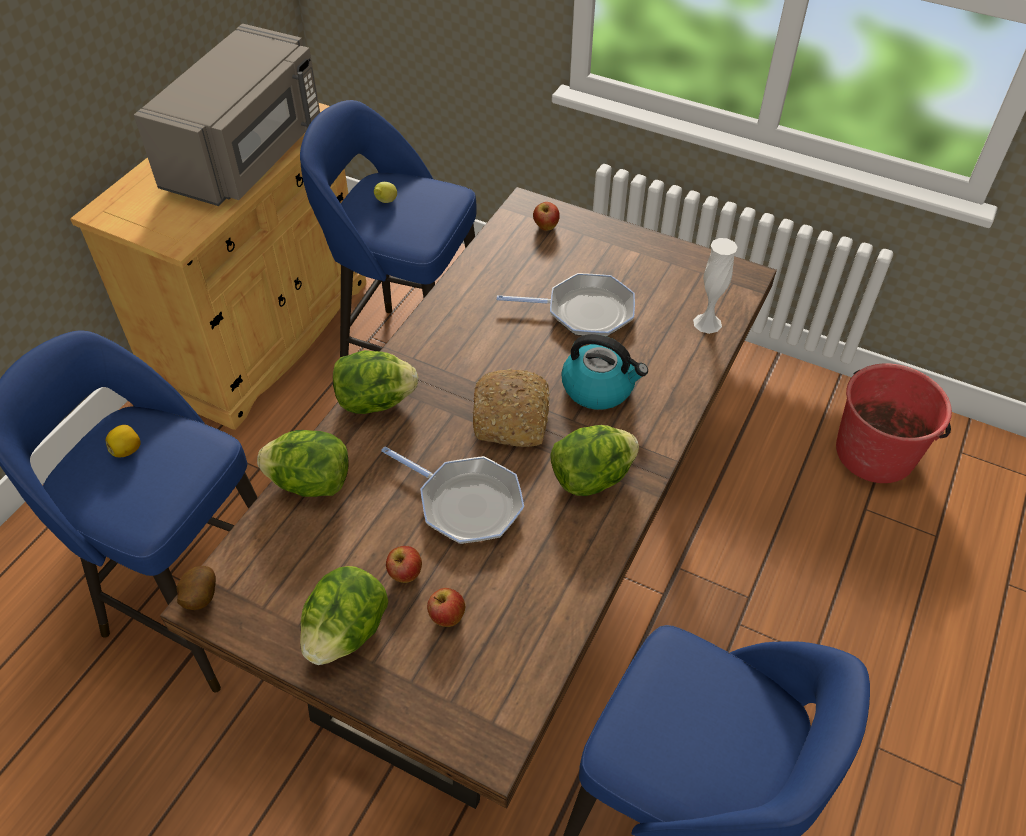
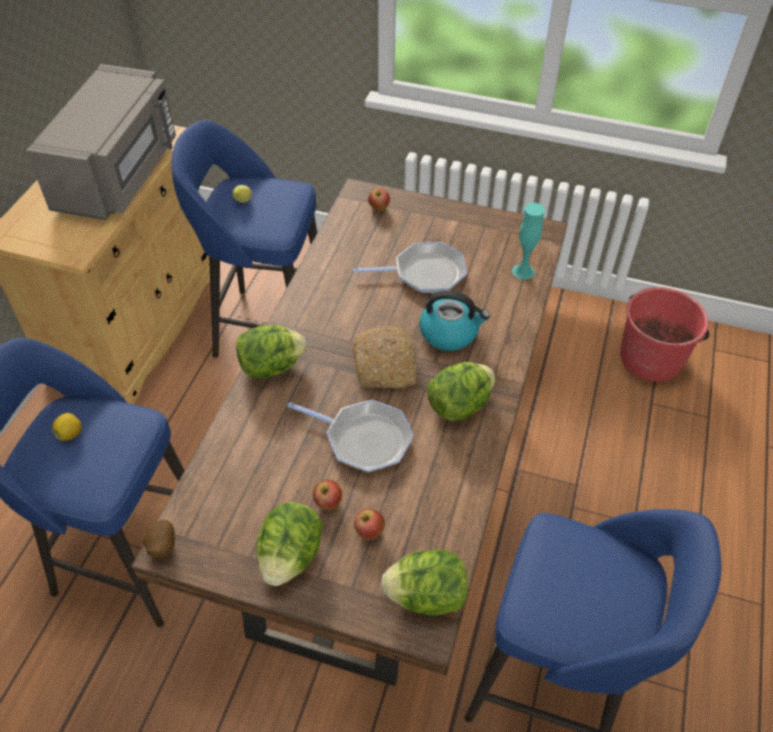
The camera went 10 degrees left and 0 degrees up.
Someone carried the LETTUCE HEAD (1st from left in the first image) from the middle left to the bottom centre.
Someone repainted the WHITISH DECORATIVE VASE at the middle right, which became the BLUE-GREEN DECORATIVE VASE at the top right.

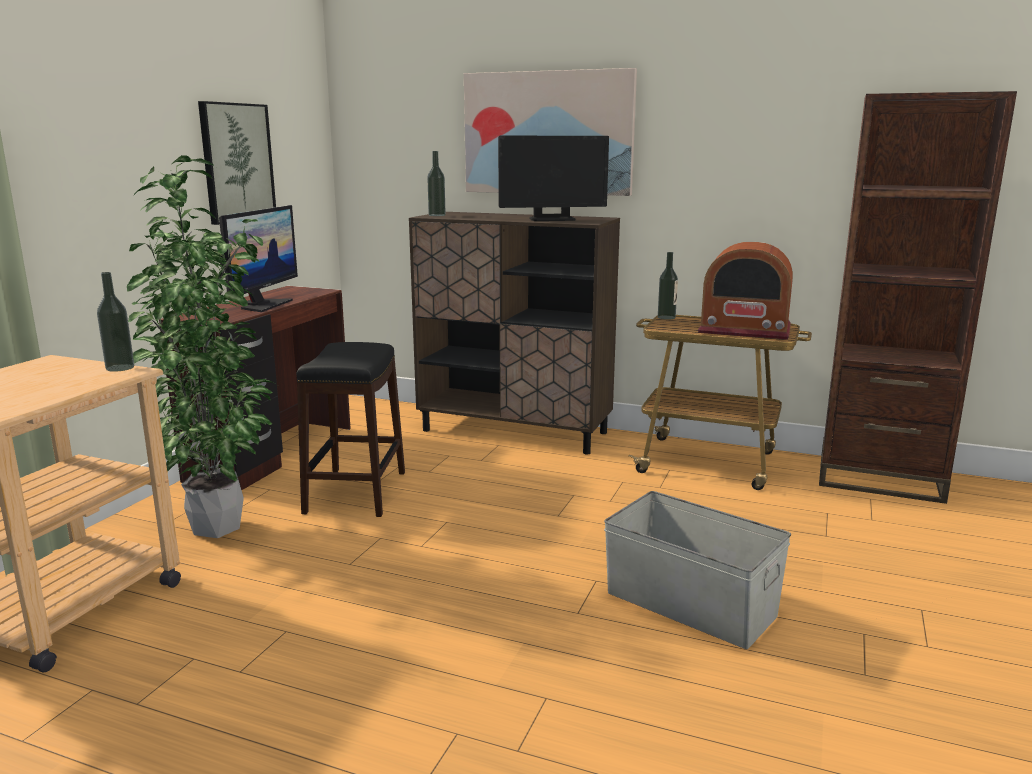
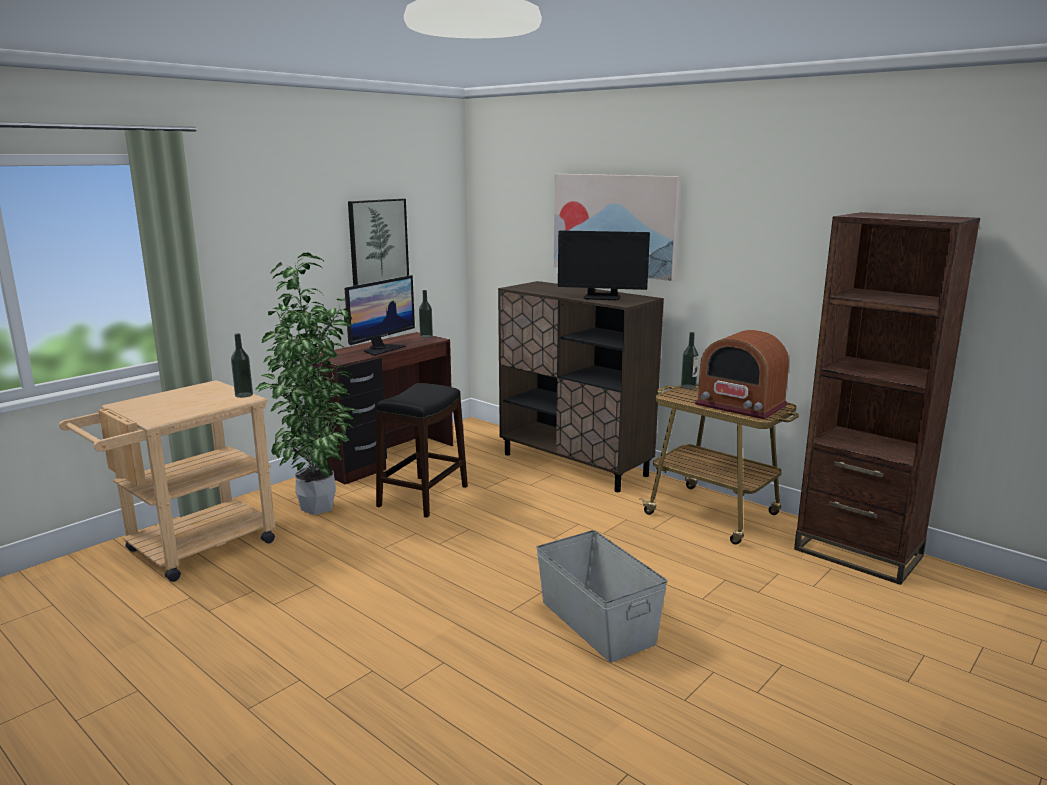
The camera went 20 degrees right and 0 degrees up.
Someone carried the DRINK BOTTLE (2nd from left) from the top centre to the centre.

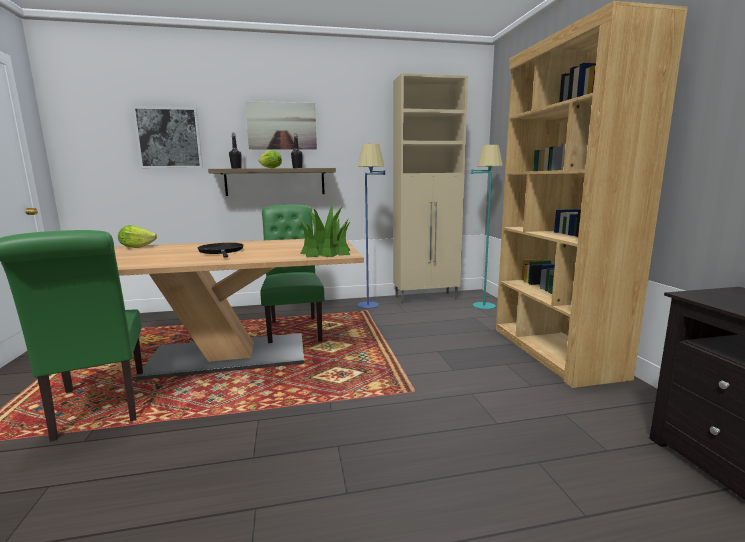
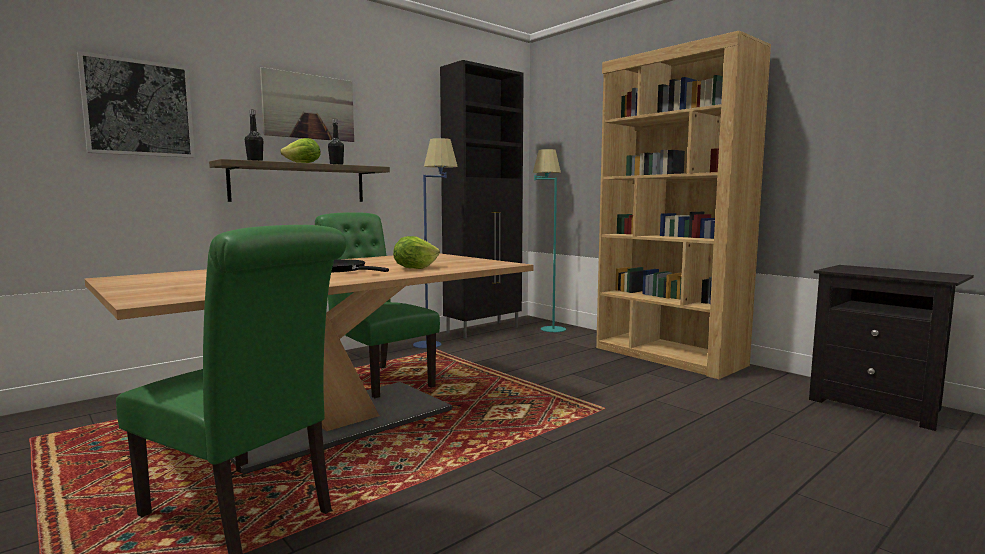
The camera went 30 degrees left and 5 degrees down.
Someone carried the LETTUCE HEAD (1st from left in the first image) from the middle left to the centre.
Someone repainted the BEIGE-COLOURED CUPBOARD at the centre, which became the BLACK-COLOURED CUPBOARD at the centre.
Someone took away the HOUSEPLANT at the centre.

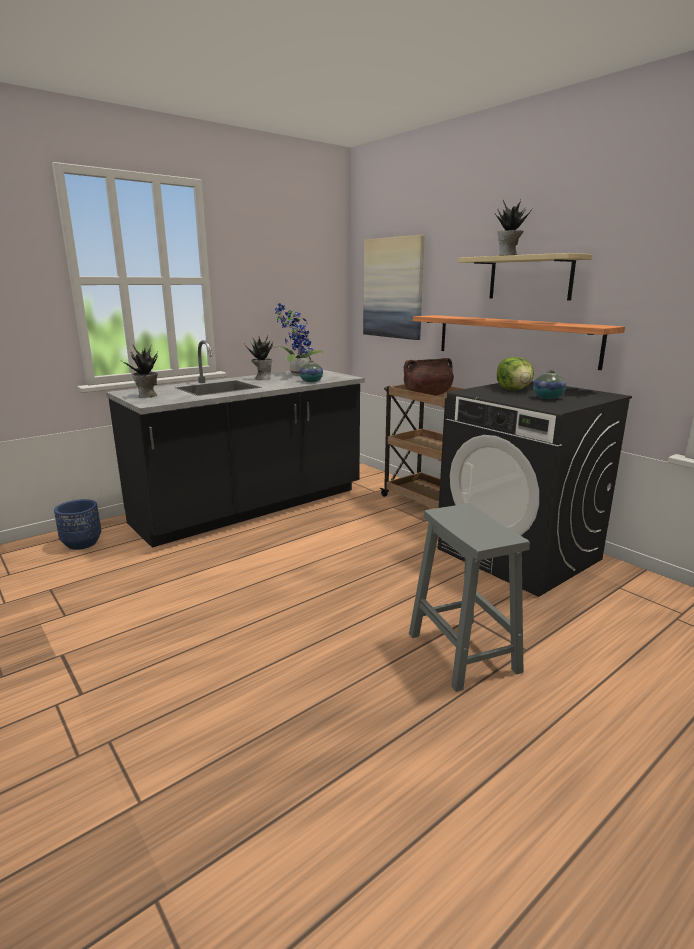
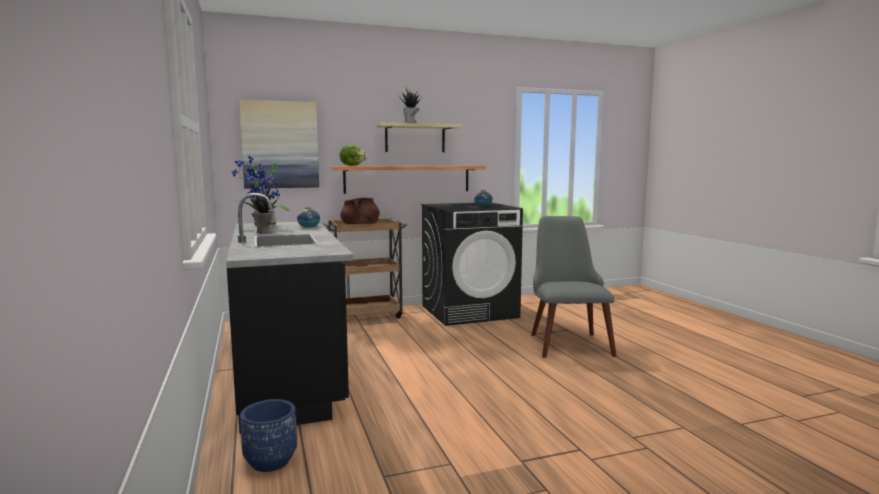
The camera went 70 degrees left and 10 degrees down.
Someone carried the LETTUCE HEAD from the middle right to the top centre.
Someone swapped the GREY STOOL at the middle right for the GREY CHAIR at the centre.
Someone took away the HOUSEPLANT (1st from left) at the middle left.

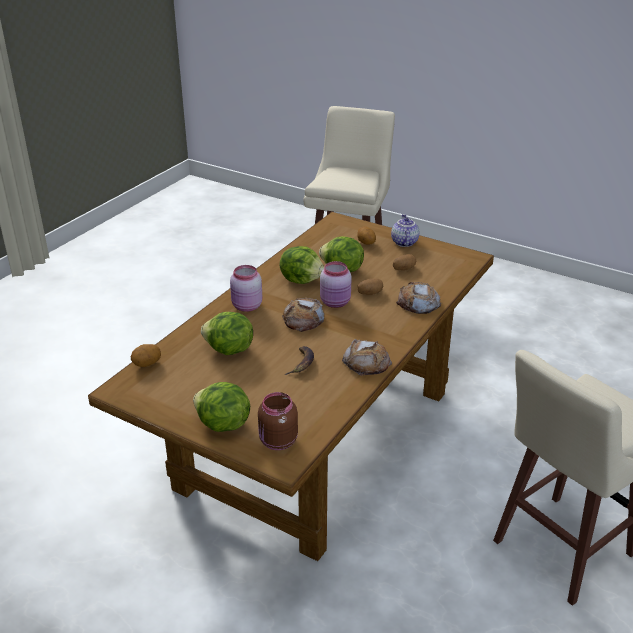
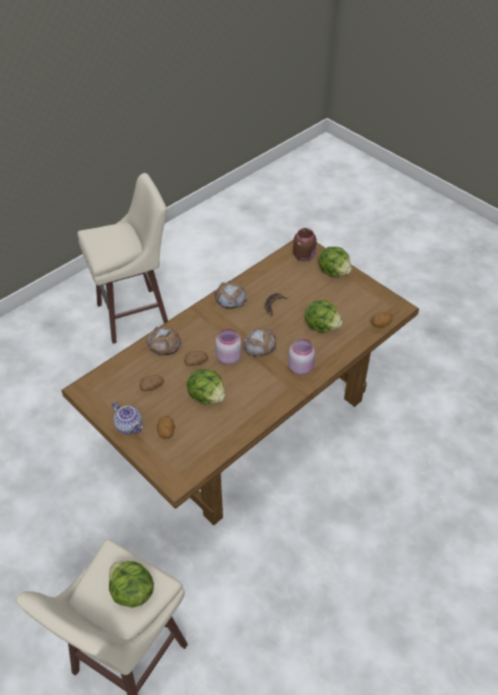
The camera went 165 degrees left and 15 degrees up.
Someone carried the LETTUCE HEAD (3rd from left in the first image) from the centre to the bottom left.
Someone rotated the POT FOR TEA at the centre by 60 degrees counterclockwise.

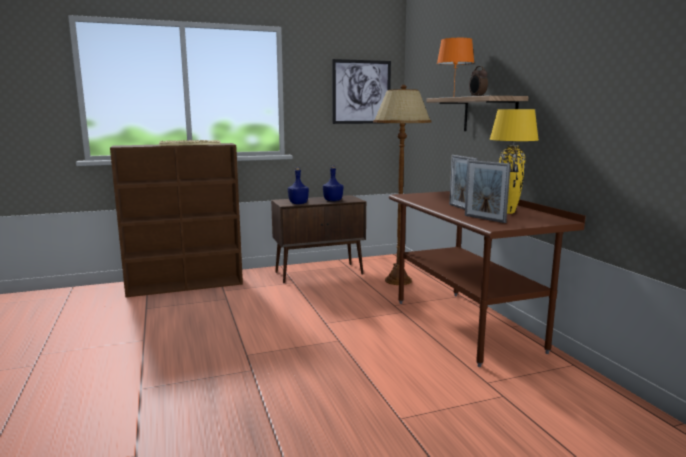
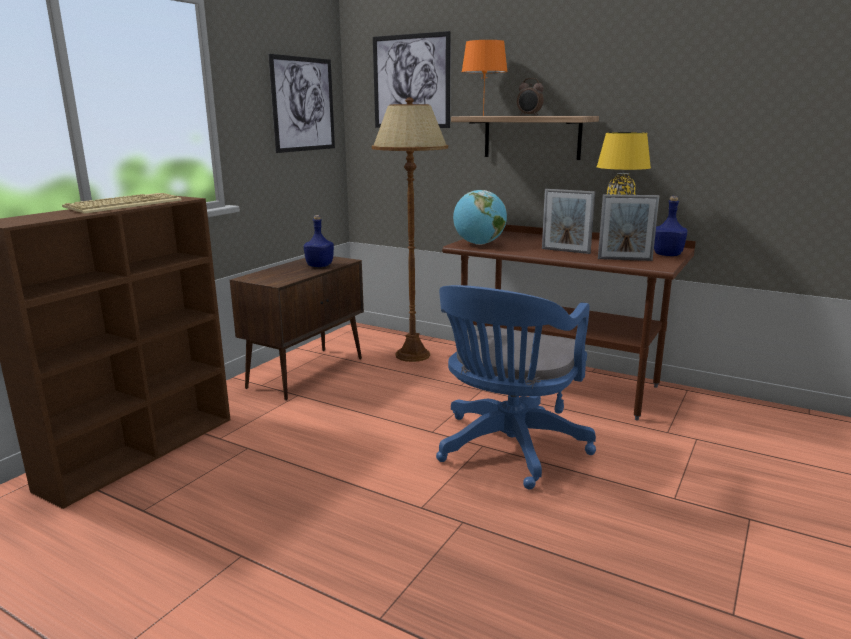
The camera went 40 degrees left and 5 degrees up.
Someone put up the PICTURE (2nd from left) at the top centre.
Someone put down the BLUE DESK CHAIR at the centre.
Someone put down the WORLD GLOBE at the centre.
Someone carried the BLUE DRINK BOTTLE (1st from left in the first image) from the centre to the middle right.

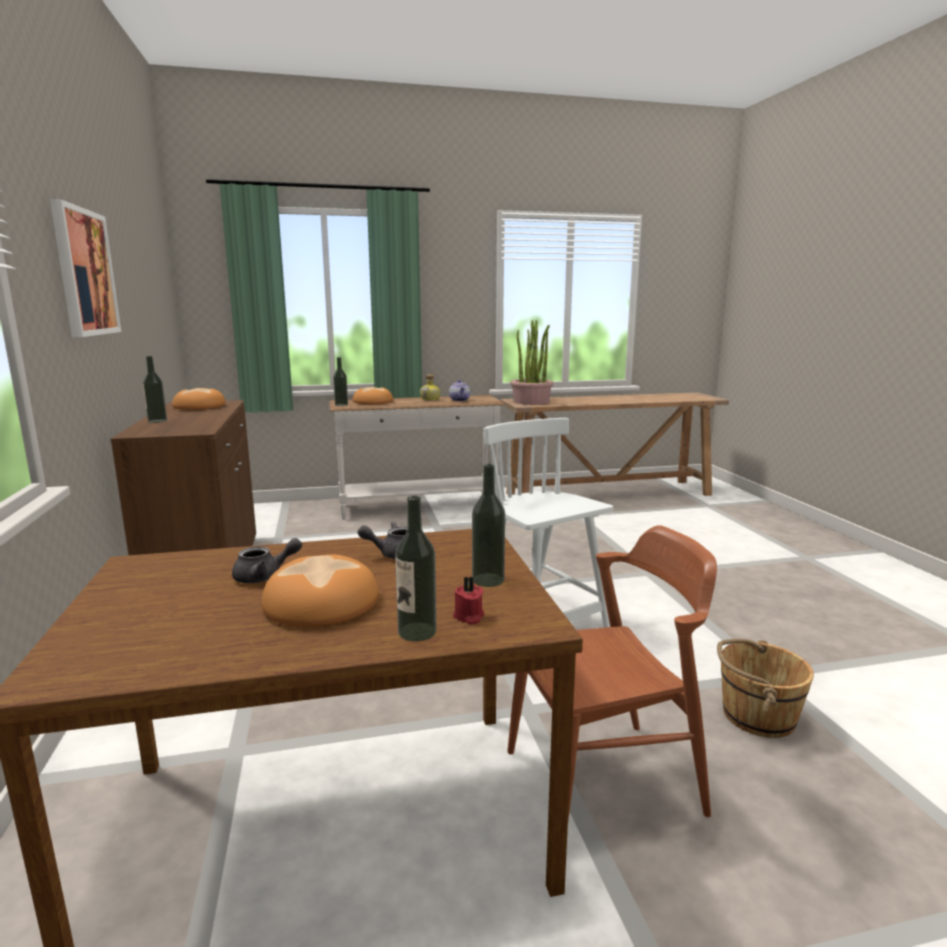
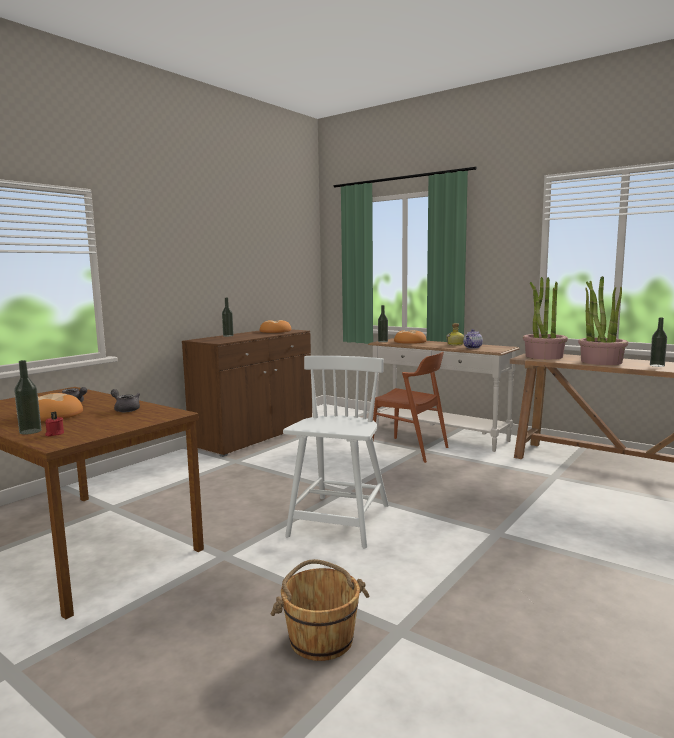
The camera went 50 degrees right and 5 degrees down.
Someone carried the BROWN CHAIR from the bottom centre to the centre.
Someone put down the HOUSEPLANT (2nd from left) at the middle right.
Someone carried the DRINK BOTTLE (5th from left) from the centre to the middle right.
Someone took away the PICTURE at the top left.

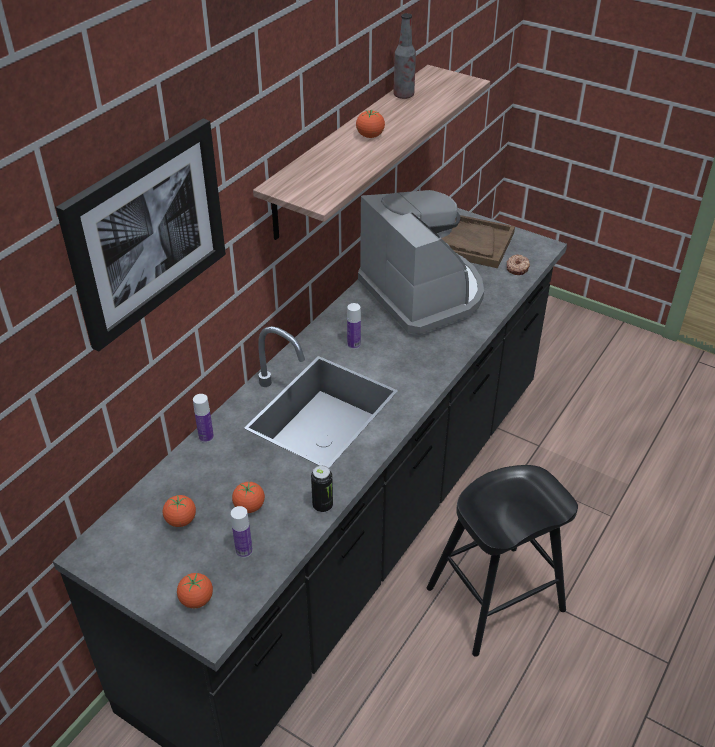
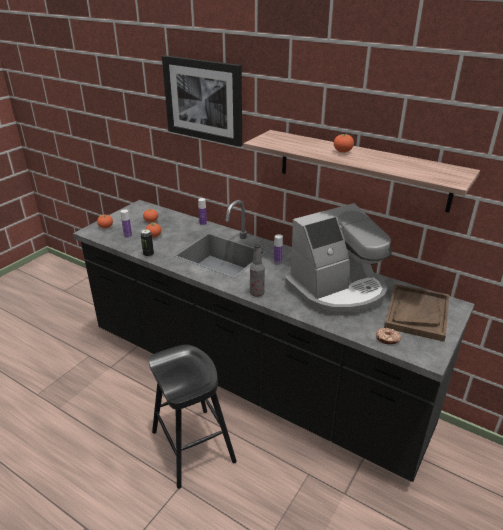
The camera went 90 degrees right and 10 degrees down.
Someone carried the DRINK BOTTLE (4th from left in the first image) from the top centre to the centre.

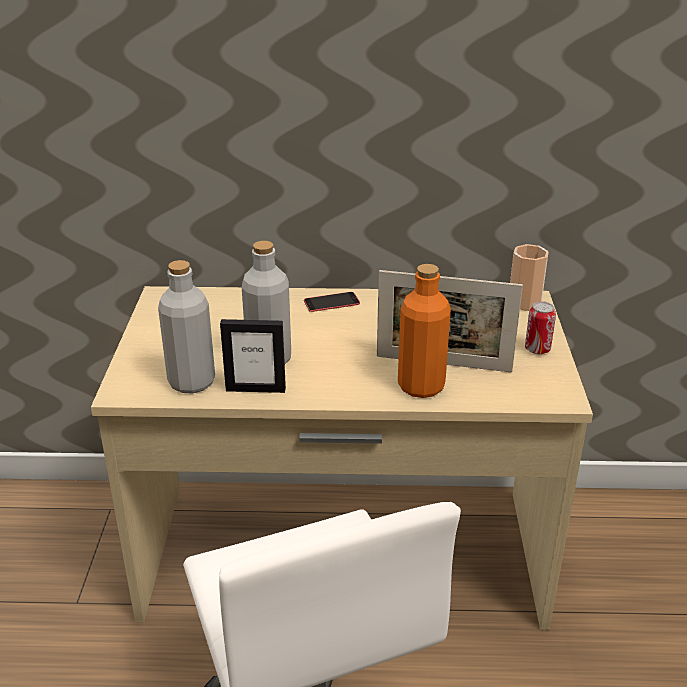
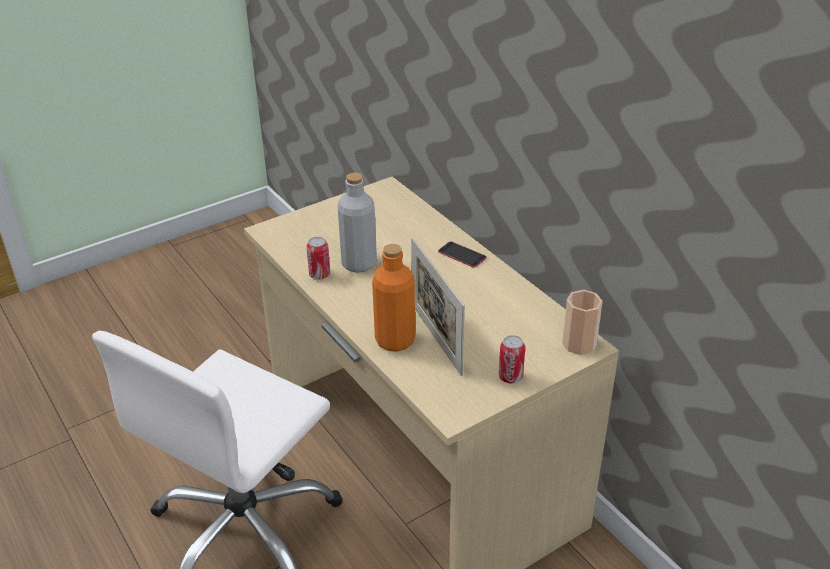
The camera went 55 degrees right and 5 degrees up.
Someone swapped the STANDING FRAME (1st from left) at the centre for the METAL CAN (1st from left) at the centre.
Someone took away the GREY DRINK BOTTLE (1st from left) at the middle left.

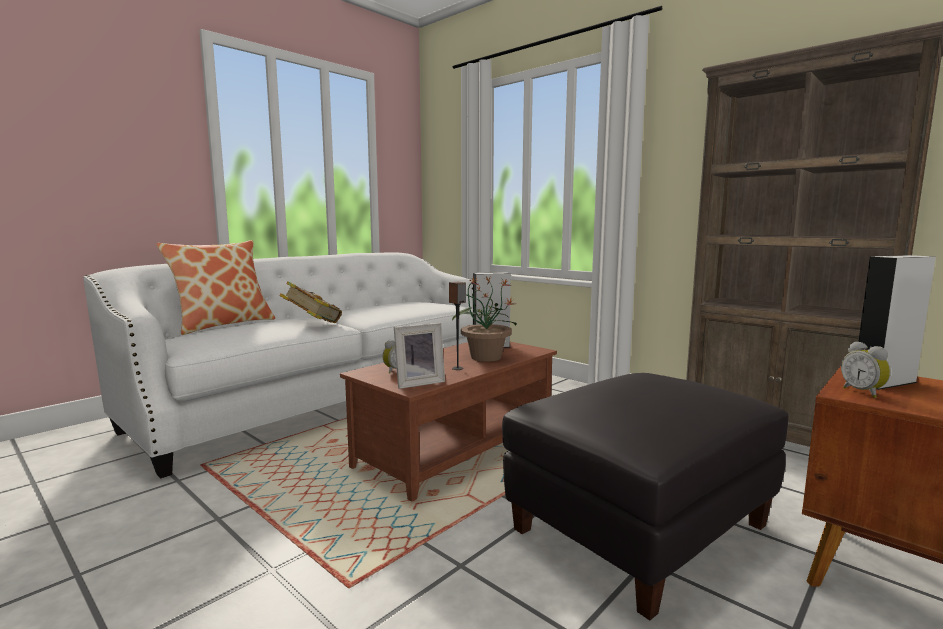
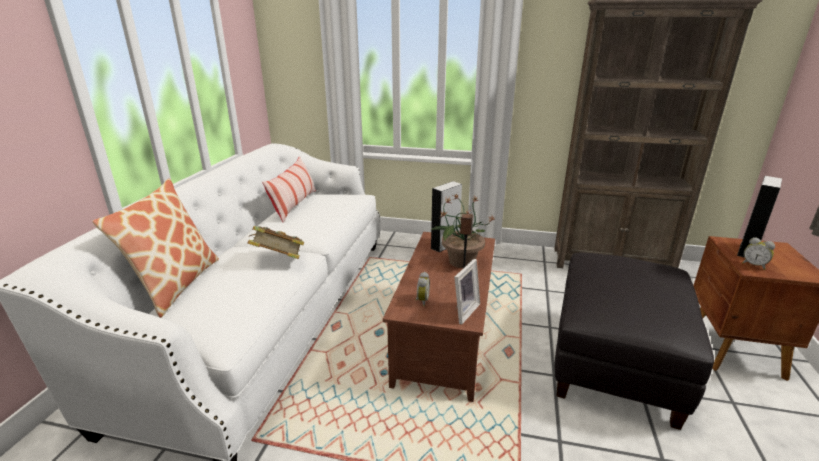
The camera went 30 degrees left and 15 degrees up.
Someone put down the PILLOW (2nd from left) at the centre.

